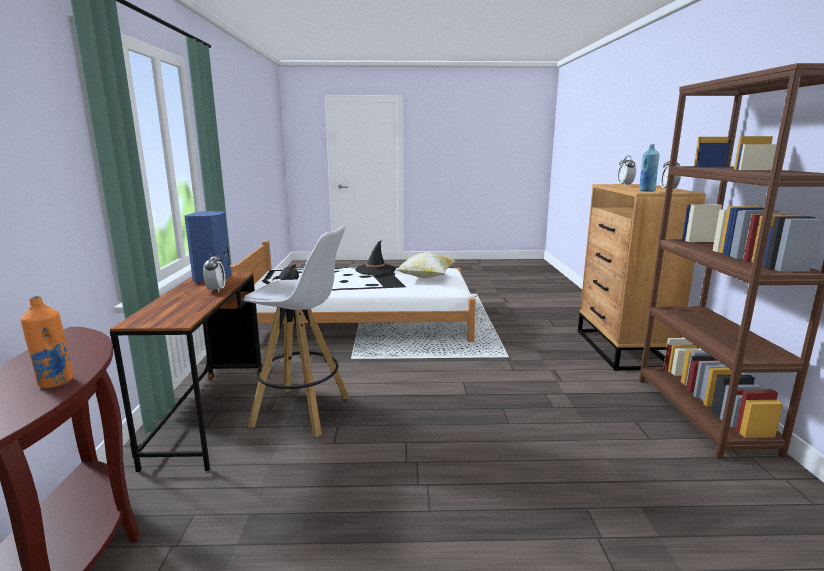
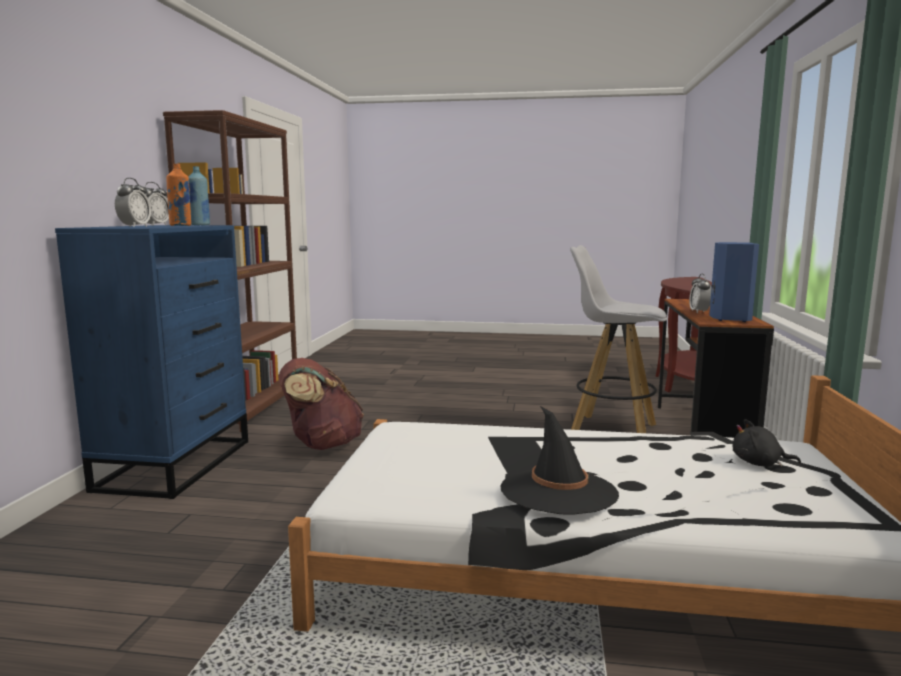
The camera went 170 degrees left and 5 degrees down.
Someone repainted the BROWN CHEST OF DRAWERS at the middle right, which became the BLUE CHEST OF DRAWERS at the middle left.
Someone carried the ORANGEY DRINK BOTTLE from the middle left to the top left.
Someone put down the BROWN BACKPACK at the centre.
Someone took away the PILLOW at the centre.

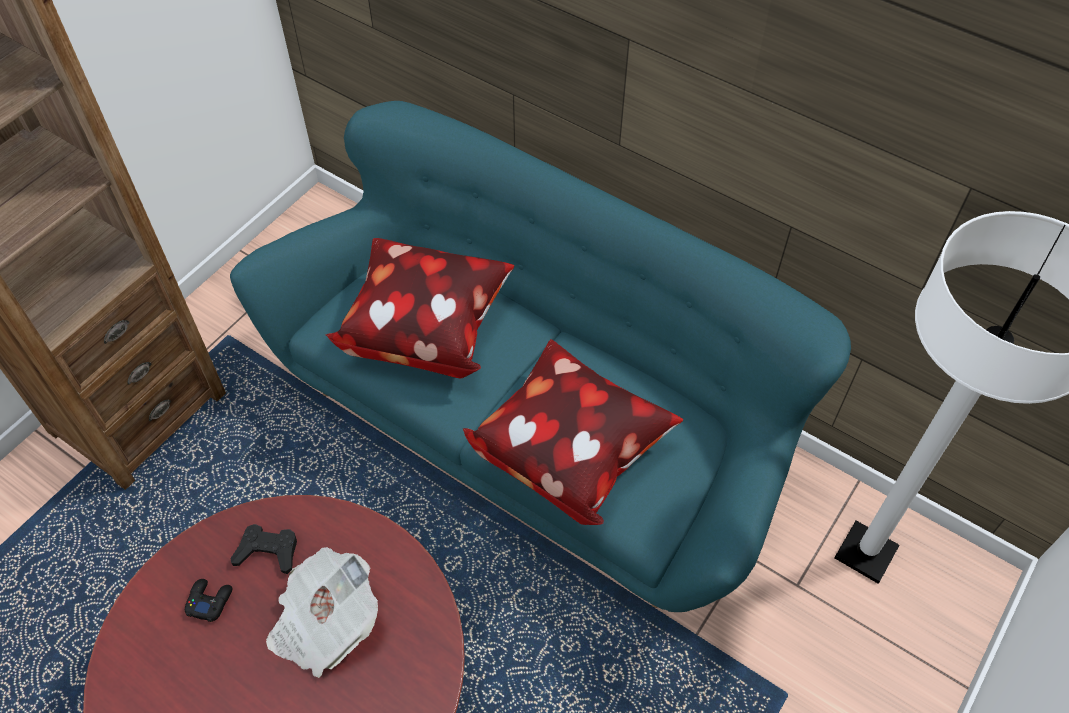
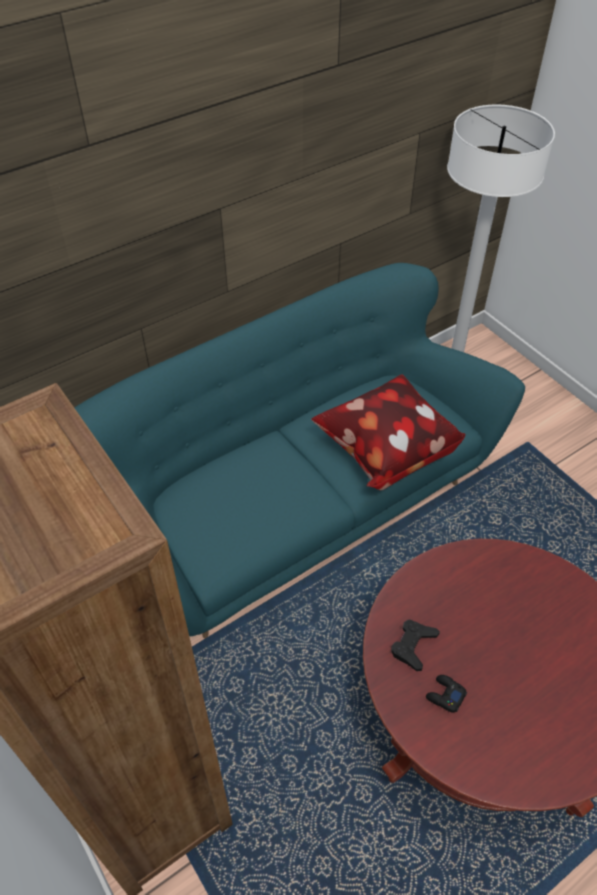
The camera went 70 degrees left and 5 degrees down.
Someone took away the DAILY PAPER at the bottom left.
Someone took away the PILLOW (1st from left) at the centre.

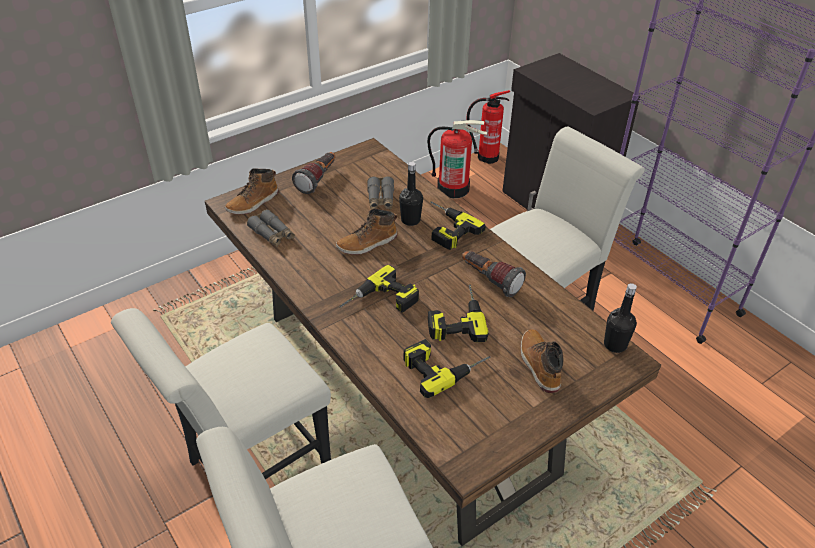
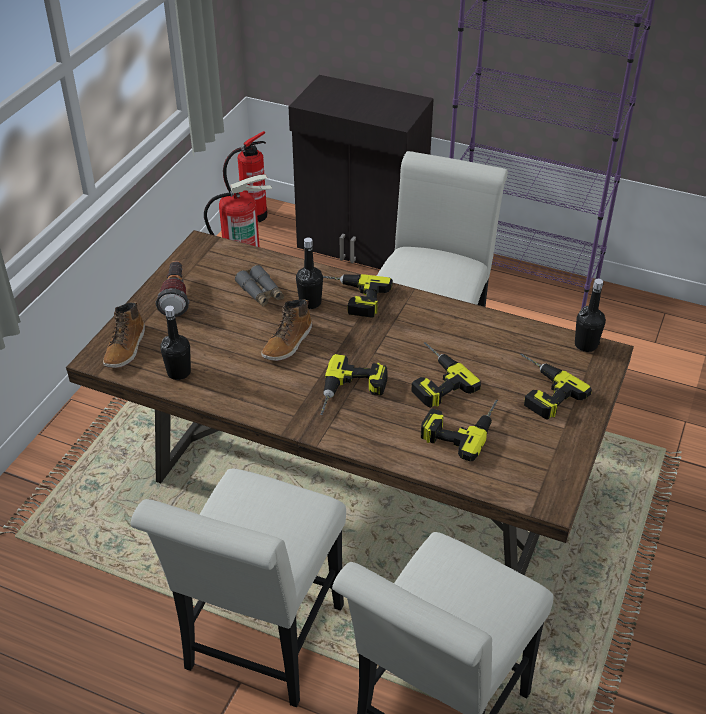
The camera went 30 degrees left and 0 degrees up.
Someone swapped the GREY BINOCULARS (1st from left) at the middle left for the BLACK-COLOURED DRINK BOTTLE (1st from left) at the middle left.
Someone swapped the BOOT (3rd from left) at the centre for the ELECTRIC DRILL (5th from left) at the middle right.
Someone took away the TORCH (2nd from left) at the centre.

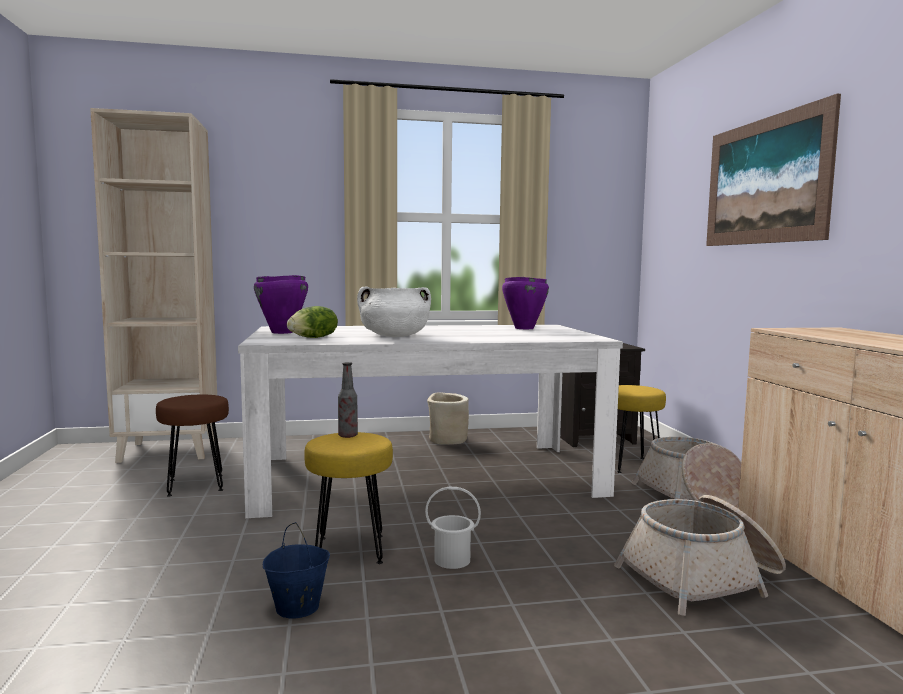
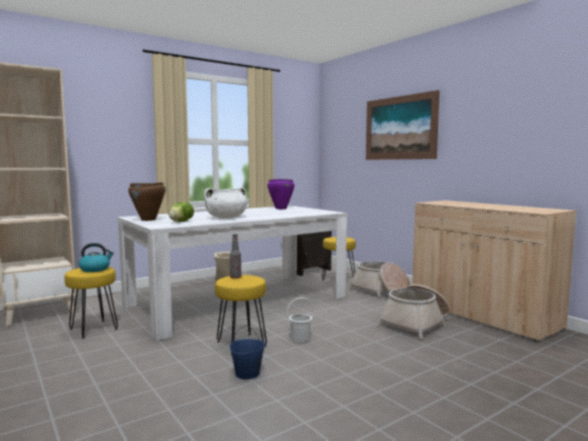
The camera went 25 degrees left and 0 degrees up.
Someone repainted the BROWN STOOL at the middle left, which became the YELLOW STOOL (1st from left) at the bottom left.
Someone put down the TEA KETTLE at the middle left.
Someone repainted the PURPLISH COOKING POT (1st from left) at the middle left, which became the BROWN COOKING POT at the middle left.

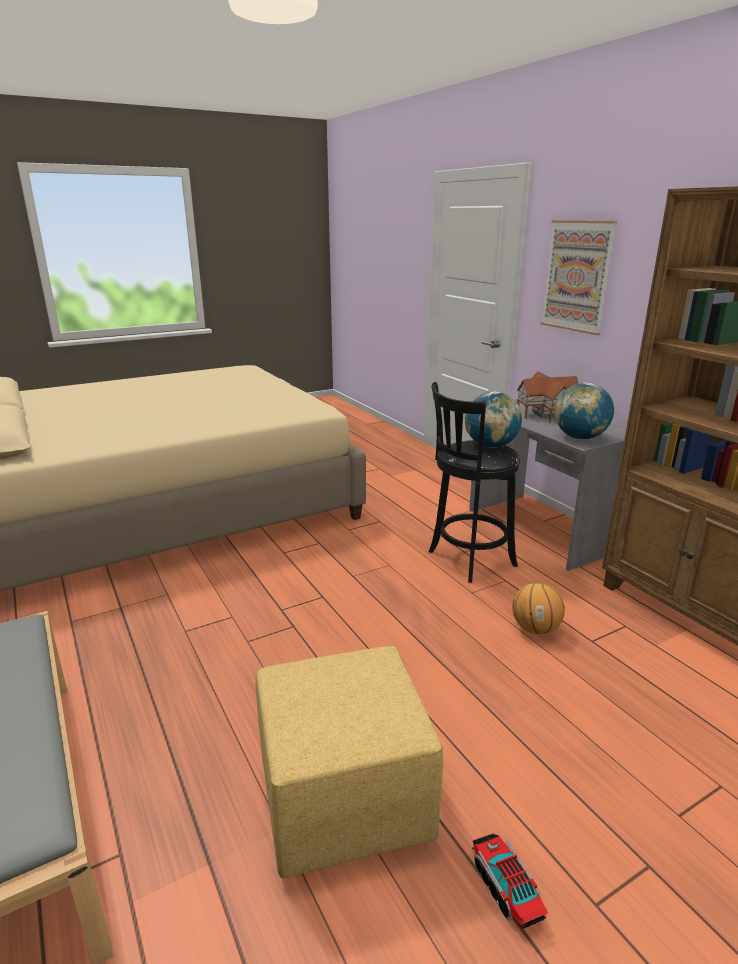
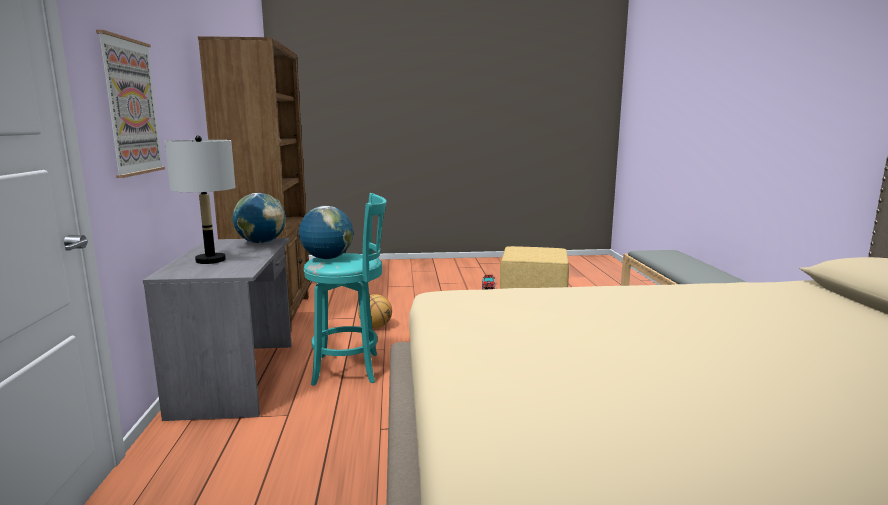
The camera went 155 degrees left and 10 degrees down.
Someone swapped the TOY HOUSE at the middle right for the GREY LAMP FOR A TABLE at the middle left.
Someone repainted the BLACK-COLOURED STOOL at the centre, which became the BLUE-GREEN STOOL at the centre.

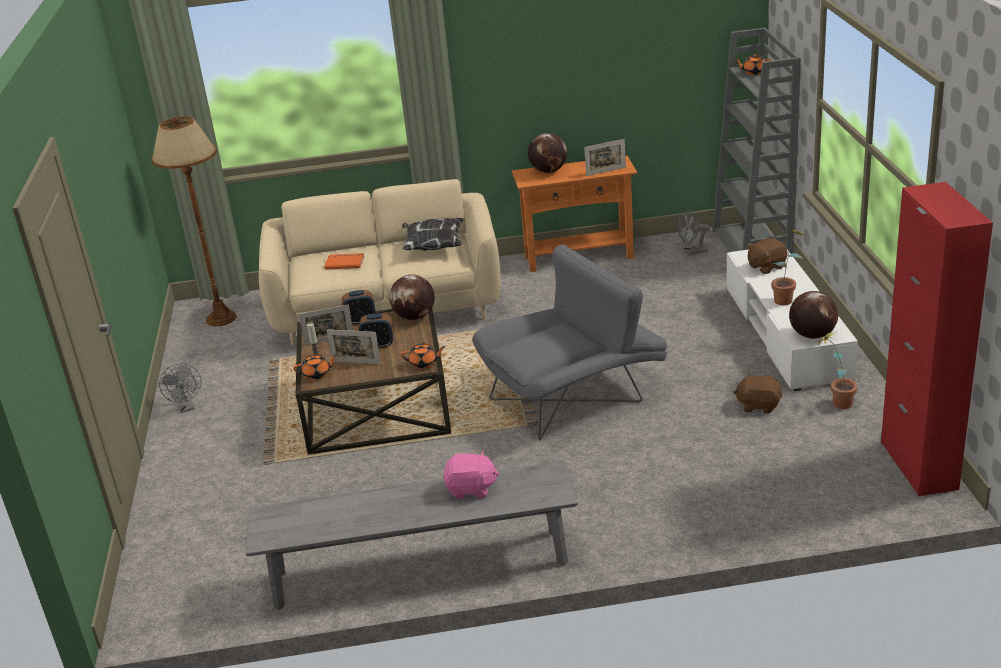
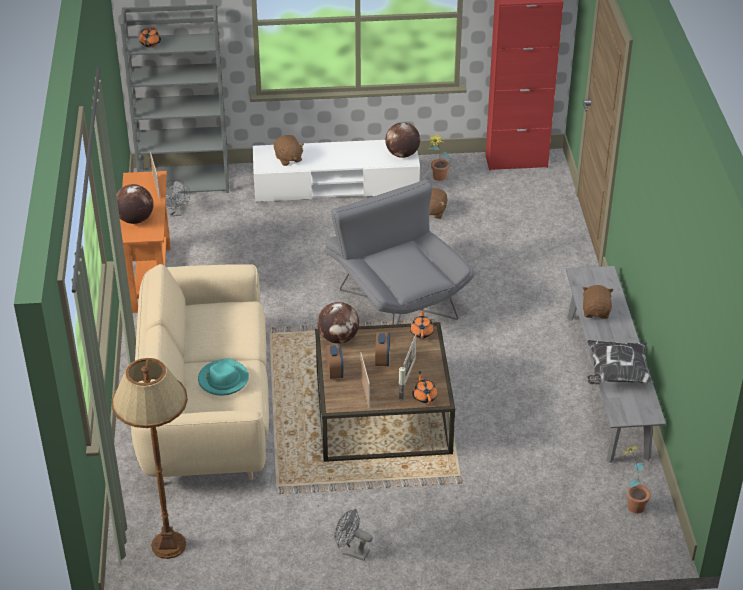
The camera went 90 degrees left and 10 degrees up.
Someone swapped the ORANGEY VOLUME at the centre for the BLUE-GREEN CLOTHING HAT at the middle left.
Someone rotated the GREY ELECTRIC FAN (1st from left in the first image) at the middle left by 135 degrees counterclockwise.
Someone repainted the PINK PLUSH TOY at the bottom centre, which became the BROWN PLUSH TOY (3rd from left) at the middle right.
Someone carried the PILLOW from the centre to the middle right.
Someone carried the HOUSEPLANT (1st from left in the first image) from the middle right to the bottom right.

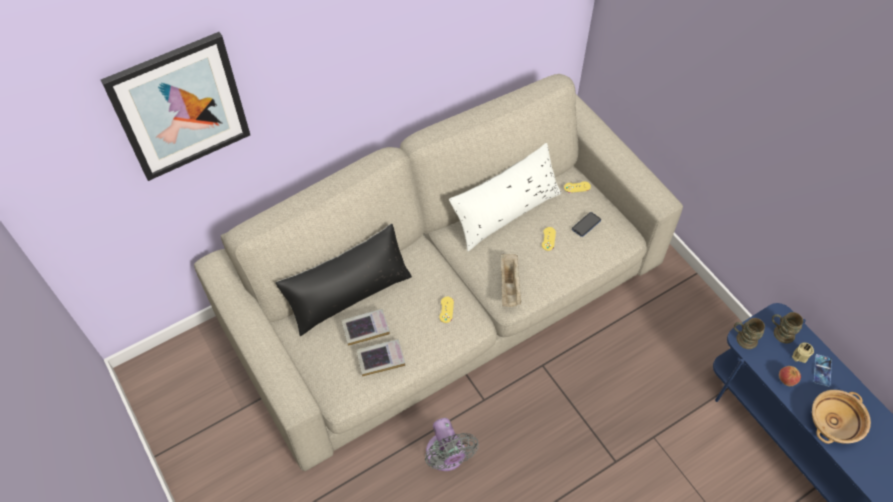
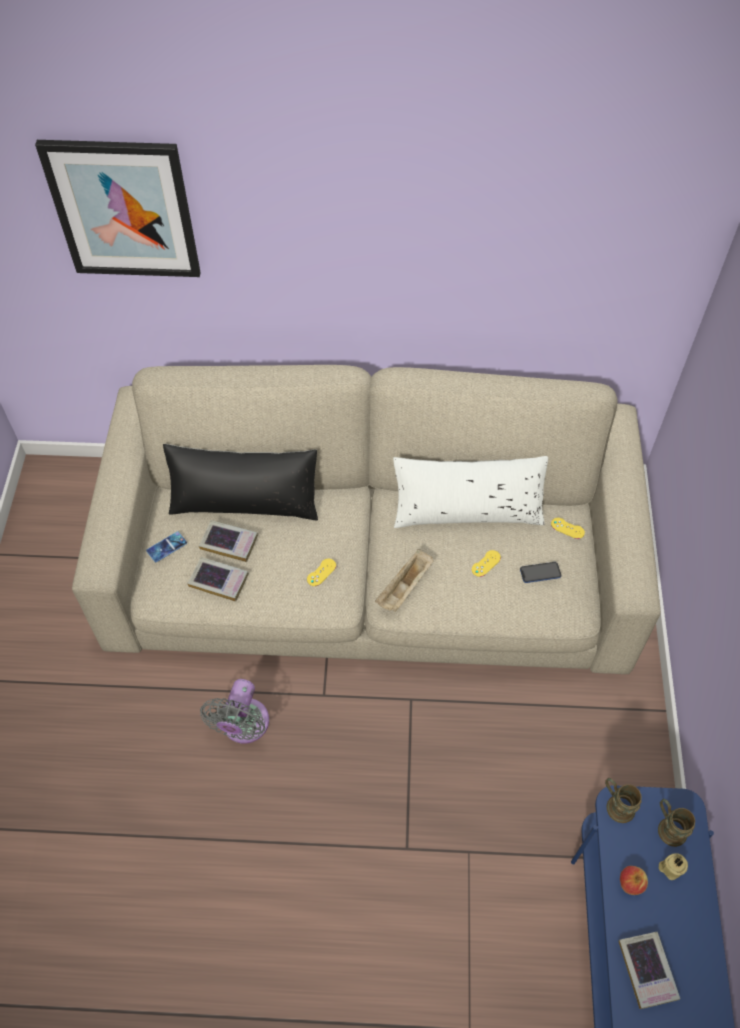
The camera went 35 degrees right and 0 degrees up.
Someone carried the HANDSET (2nd from left in the first image) from the bottom right to the middle left.
Someone swapped the BEIGE-COLOURED DEEP DISH at the bottom right for the VOLUME (3rd from left) at the bottom right.

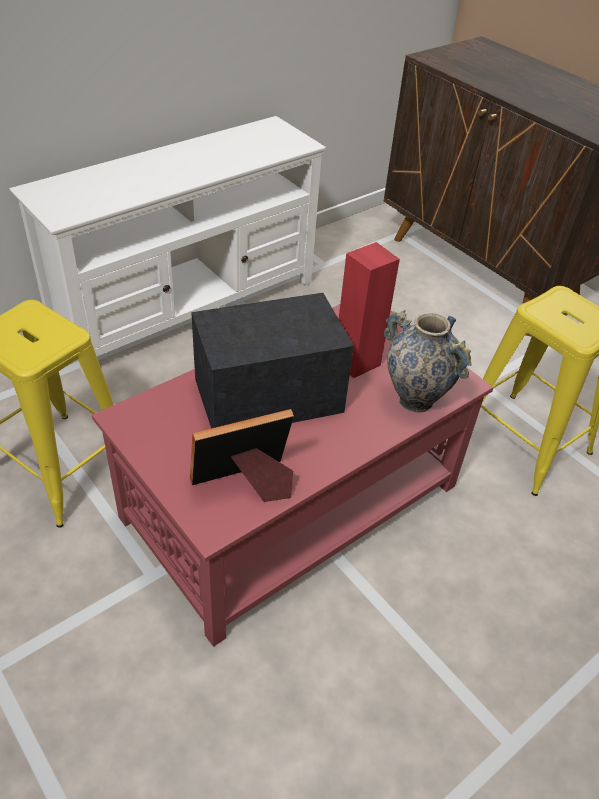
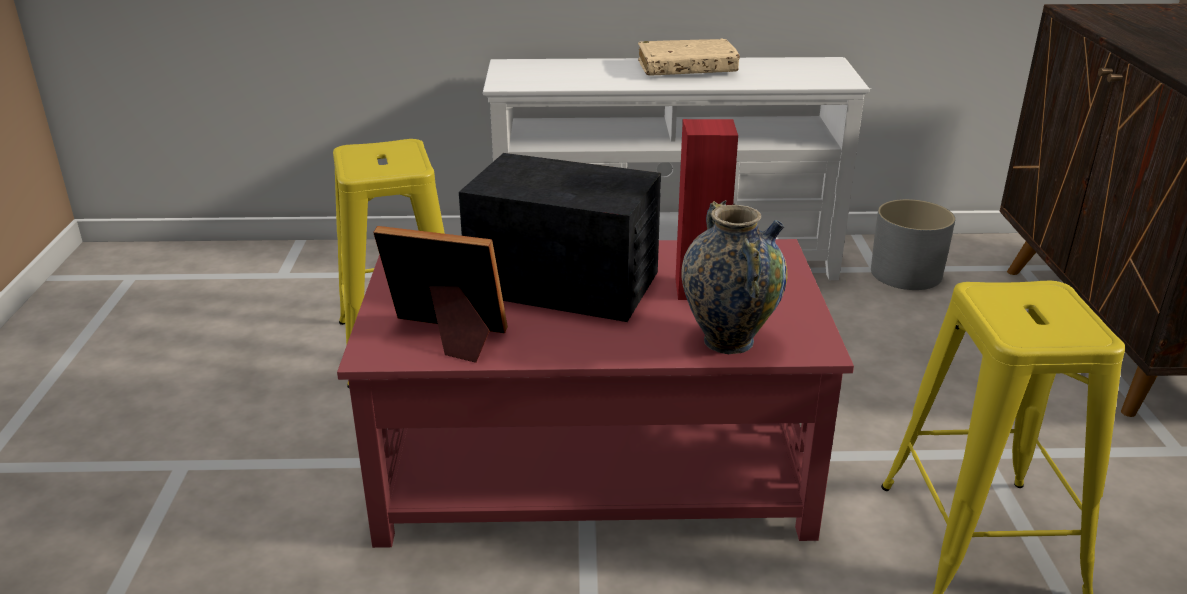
The camera went 40 degrees right and 15 degrees down.
Someone put down the BEIGE-COLOURED VOLUME at the top centre.
Someone put down the GREY PLANT POT at the middle right.

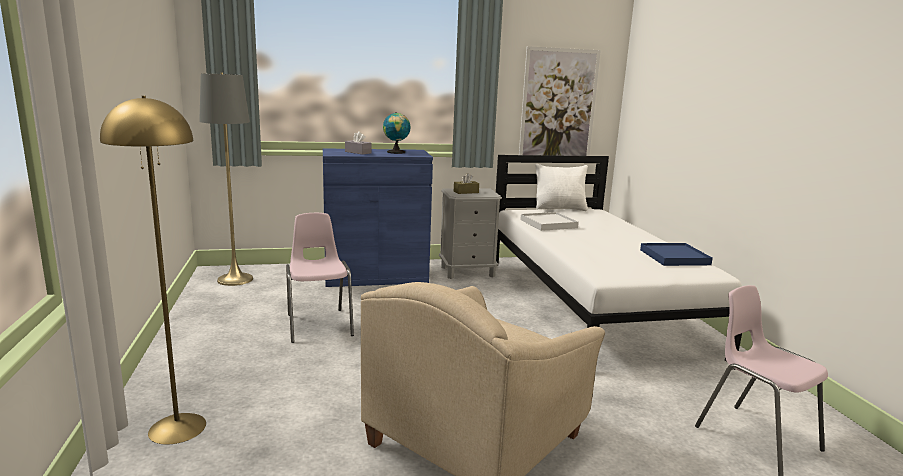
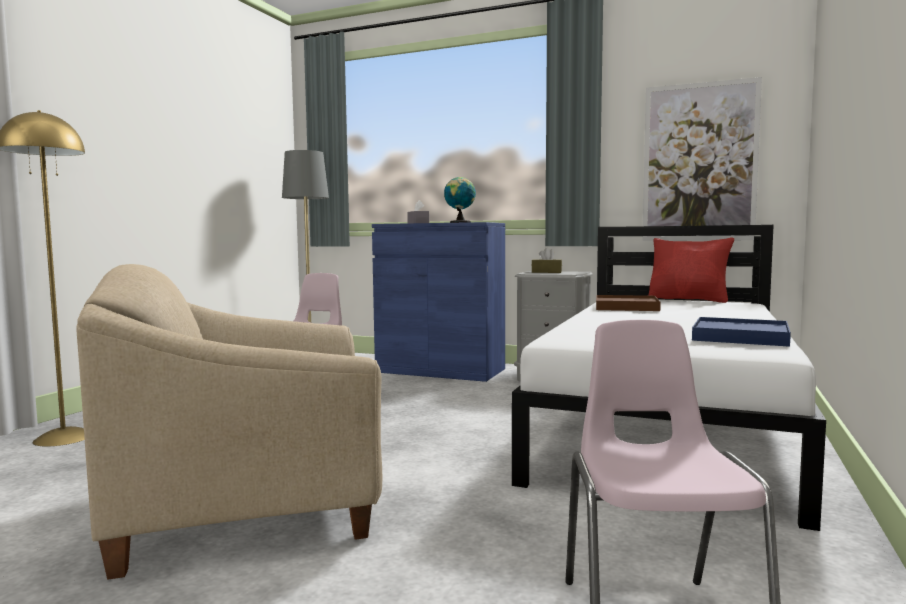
The camera went 35 degrees right and 10 degrees down.
Someone repainted the WHITISH TRAY at the centre, which became the BROWN TRAY at the middle right.
Someone repainted the WHITISH PILLOW at the centre, which became the RED PILLOW at the middle right.

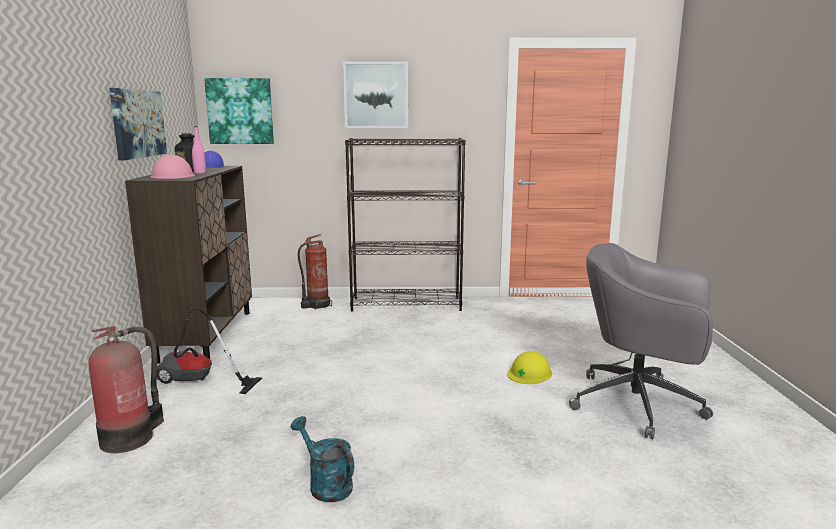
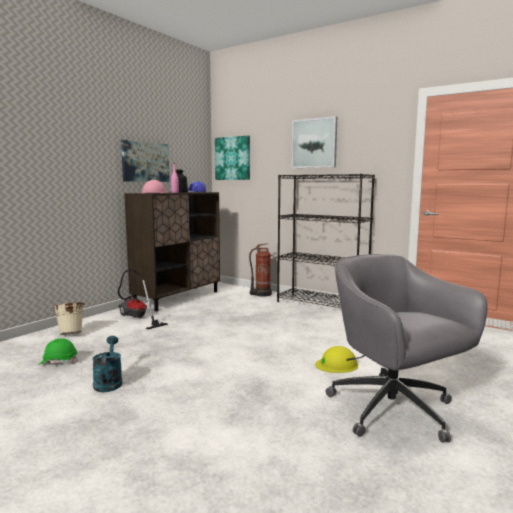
The camera went 35 degrees right and 5 degrees down.
Someone put down the GREEN-COLOURED SAFETY HELMET at the bottom left.
Someone swapped the EXTINGUISHER (1st from left) at the bottom left for the BEIGE-COLOURED BUCKET at the middle left.

